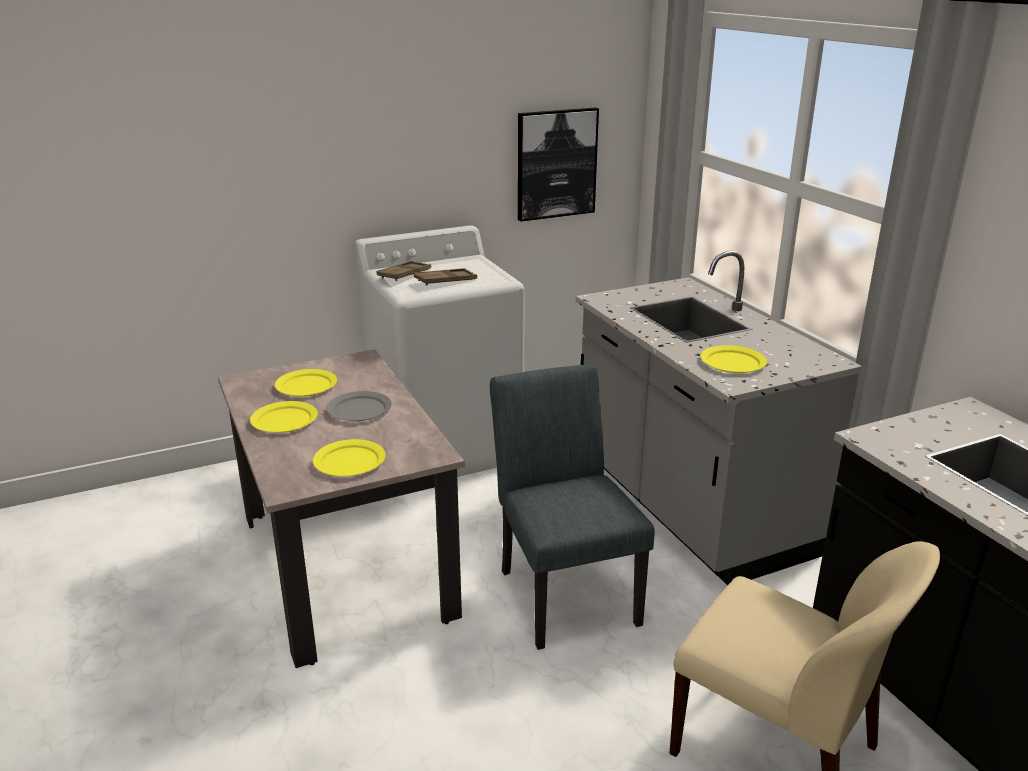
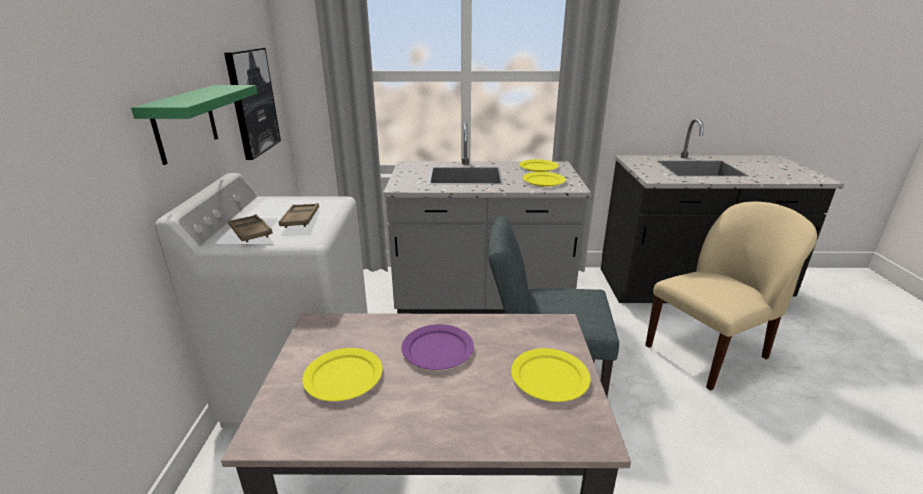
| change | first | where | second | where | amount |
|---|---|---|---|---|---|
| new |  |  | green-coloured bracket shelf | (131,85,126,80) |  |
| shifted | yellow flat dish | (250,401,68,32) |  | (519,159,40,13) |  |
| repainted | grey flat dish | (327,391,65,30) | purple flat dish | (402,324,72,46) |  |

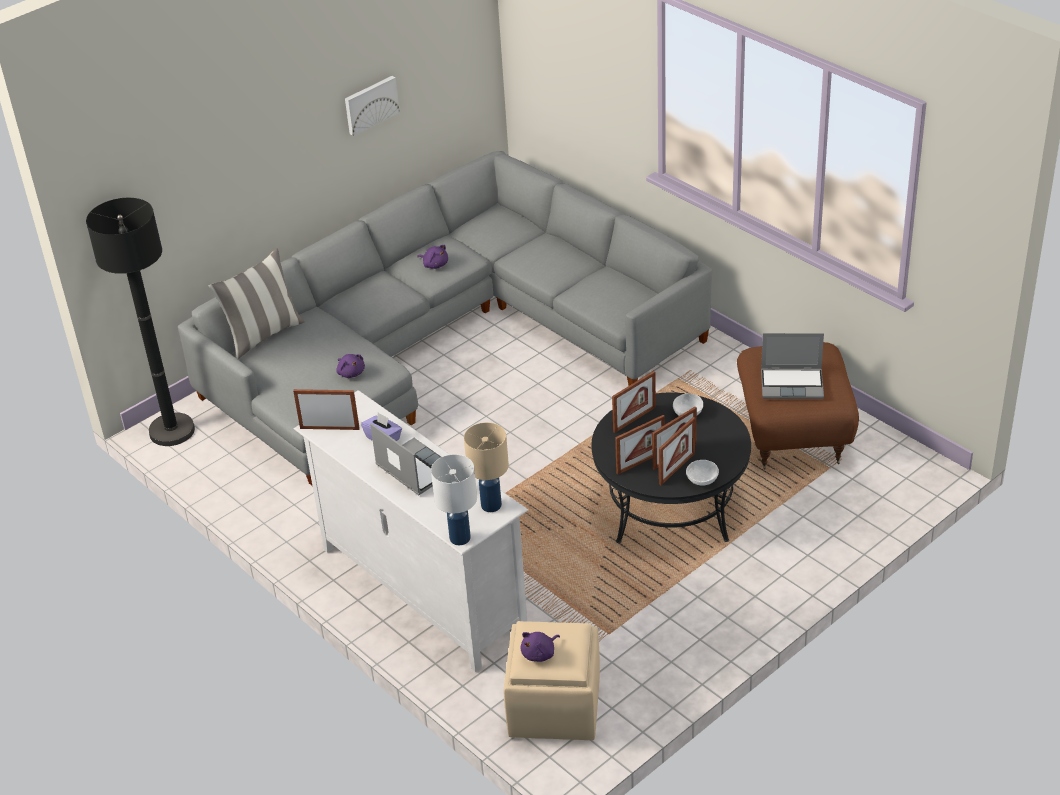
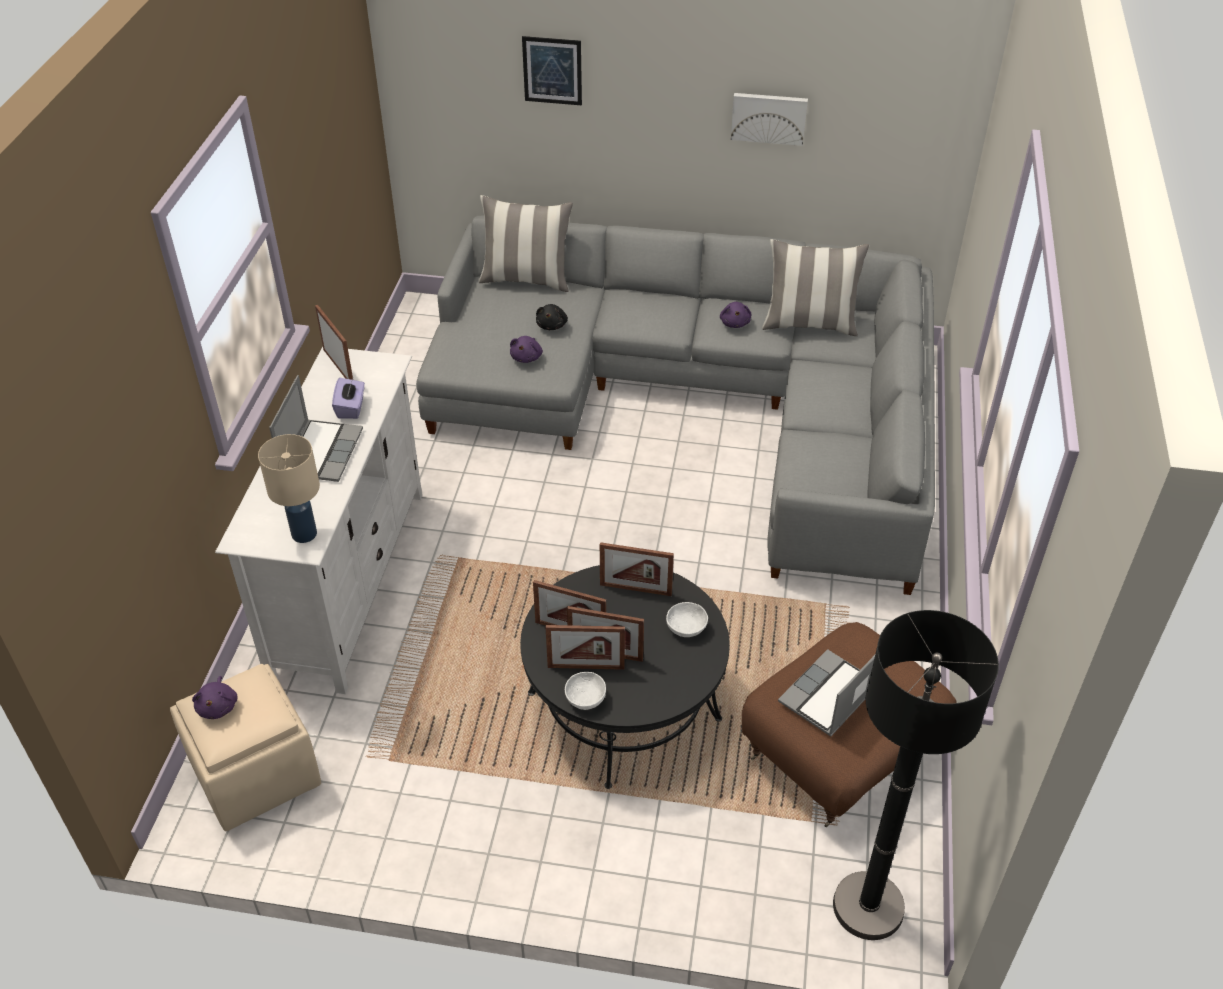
| change | first | where | second | where | amount |
|---|---|---|---|---|---|
| gone | whitish tabletop lamp | (431,454,46,91) |  |  |  |
| new |  |  | wall art | (522,36,60,69) |  |
| new |  |  | black soft toy | (536,304,32,26) |  |
| new |  |  | cushion | (762,239,107,97) |  |
| shifted | black floor lamp | (86,198,109,248) |  | (833,610,166,330) |  |
| rotated | purple soft toy | (520,632,40,30) |  | (192,676,46,43) | 105 degrees counterclockwise |
| rotated | notebook computer | (761,333,63,66) |  | (778,649,97,87) | 75 degrees clockwise |

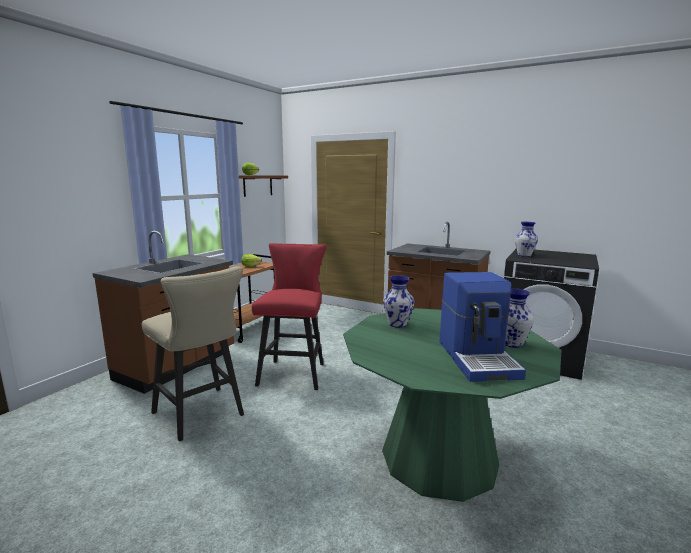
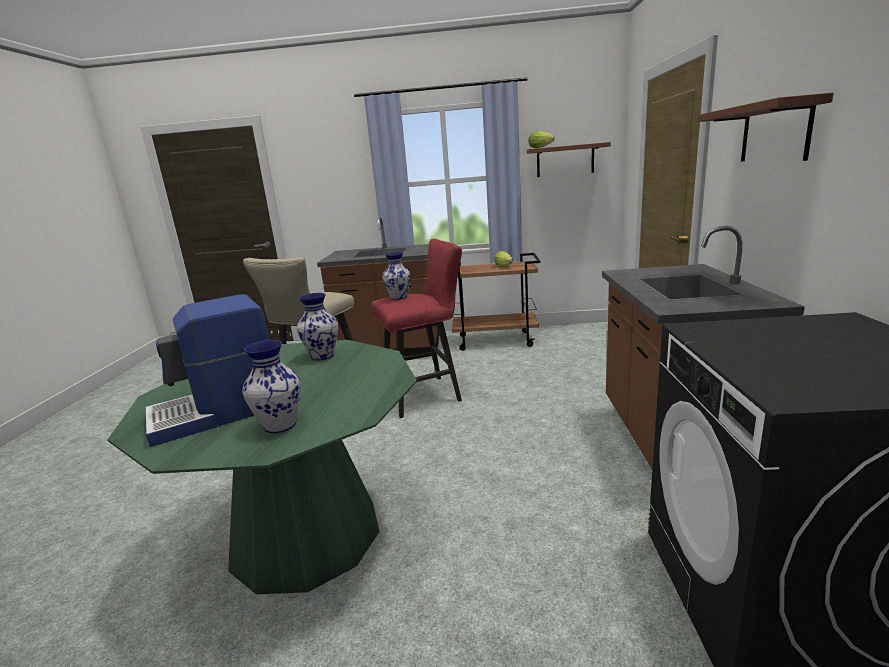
| change | first | where | second | where | amount |
|---|---|---|---|---|---|
| new |  |  | brown bracket shelf | (697,93,137,68) |  |
| shifted | decorative vase | (515,222,23,35) |  | (382,252,29,48) |  |

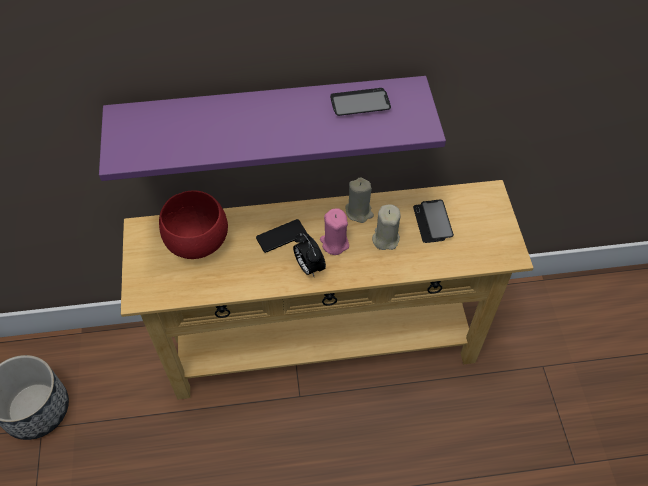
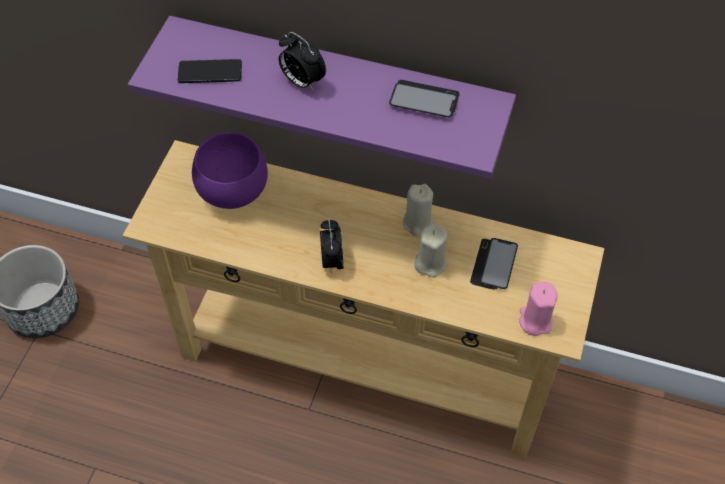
| change | first | where | second | where | amount |
|---|---|---|---|---|---|
| new |  |  | alarm clock | (279,32,47,59) |  |
| shifted | phone | (256,219,51,34) |  | (178,59,64,24) |  |
| shifted | pink wax candle | (320,208,29,47) |  | (519,282,38,54) |  |
| repainted | red bowl | (159,190,69,69) | purple bowl | (192,133,76,76) |  |

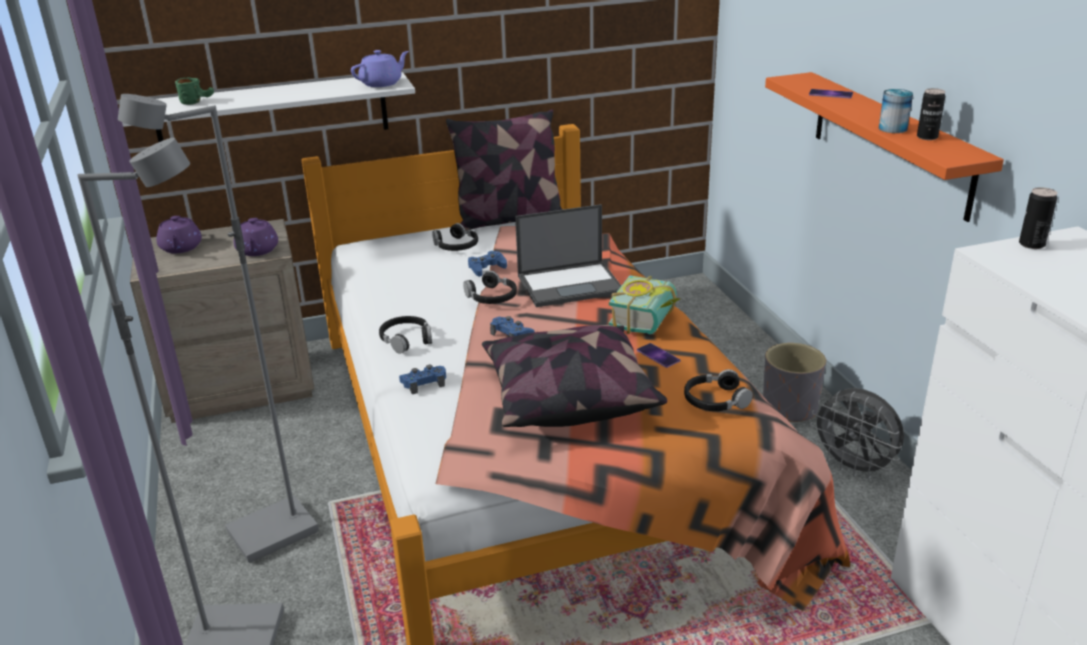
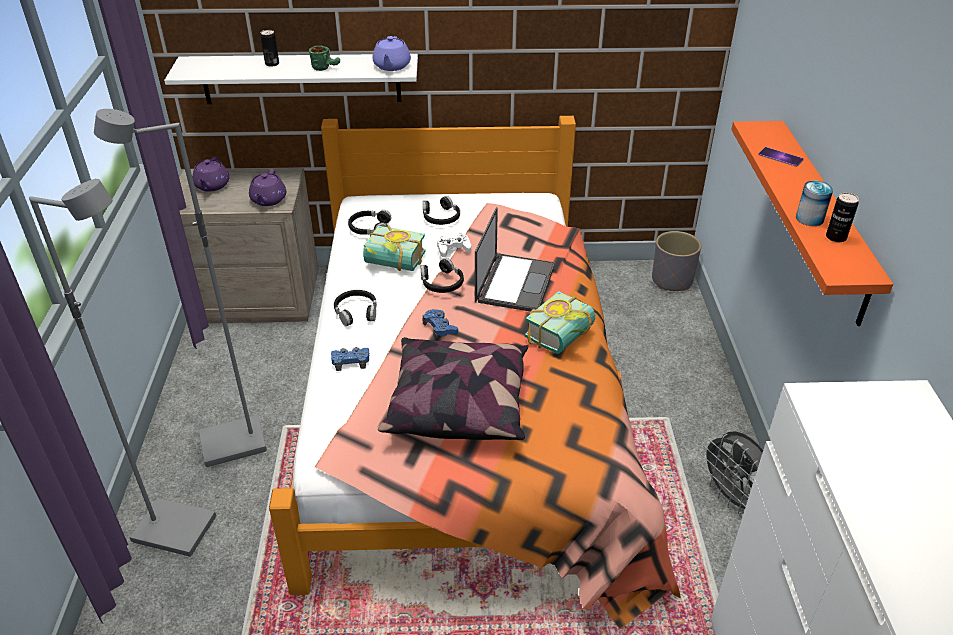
| change | first | where | second | where | amount |
|---|---|---|---|---|---|
| gone | cushion | (446,109,117,121) |  |  |  |
| gone | phone | (637,343,43,25) |  |  |  |
| new |  |  | book | (363,226,62,45) |  |
| shifted | green-coloured tea mug | (175,77,39,28) |  | (309,46,31,25) |  |
| shifted | black pair of headphones | (684,369,69,42) |  | (348,210,44,25) |  |
| shifted | grey flower pot | (763,343,63,79) |  | (652,231,49,60) |  |
| shifted | can | (1019,187,38,62) |  | (260,30,19,37) |  |
| repainted | blue-coloured joypad | (468,251,39,26) | whitish joypad | (437,233,34,24) |  |
| rotated | purple tea pot | (351,50,58,37) |  | (372,36,39,35) | 120 degrees clockwise |
| rotated | notebook computer | (515,204,106,103) |  | (475,207,80,105) | 75 degrees counterclockwise |

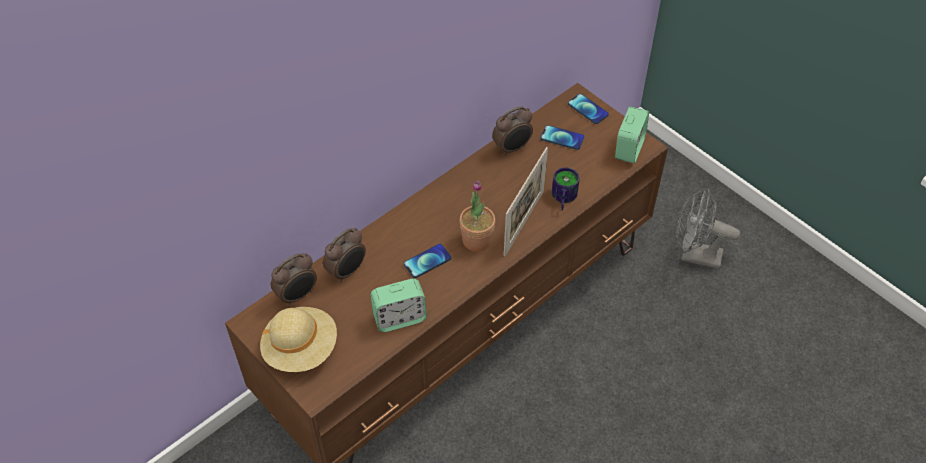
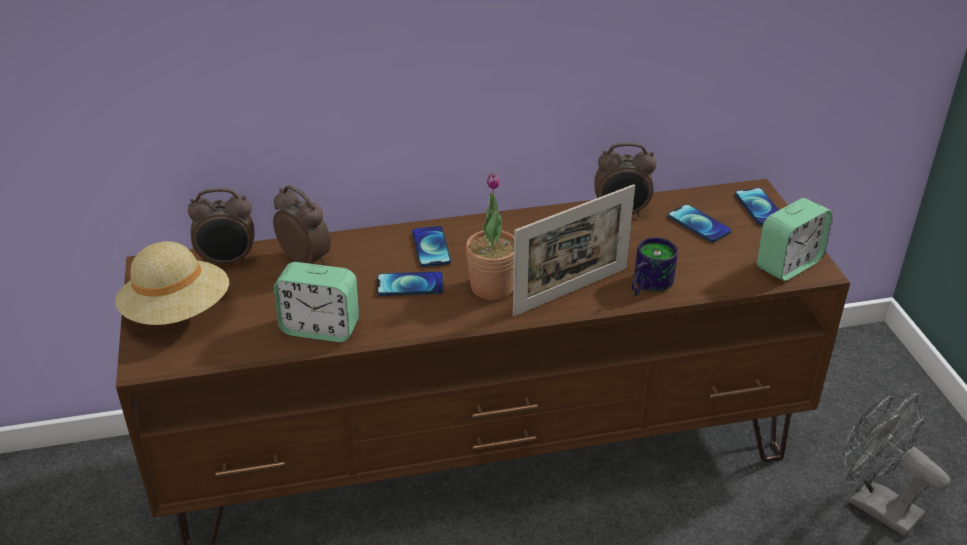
| change | first | where | second | where | amount |
|---|---|---|---|---|---|
| new |  |  | phone | (412,226,39,41) |  |
| rotated | alarm clock | (323,228,43,55) |  | (273,185,58,80) | 120 degrees counterclockwise |

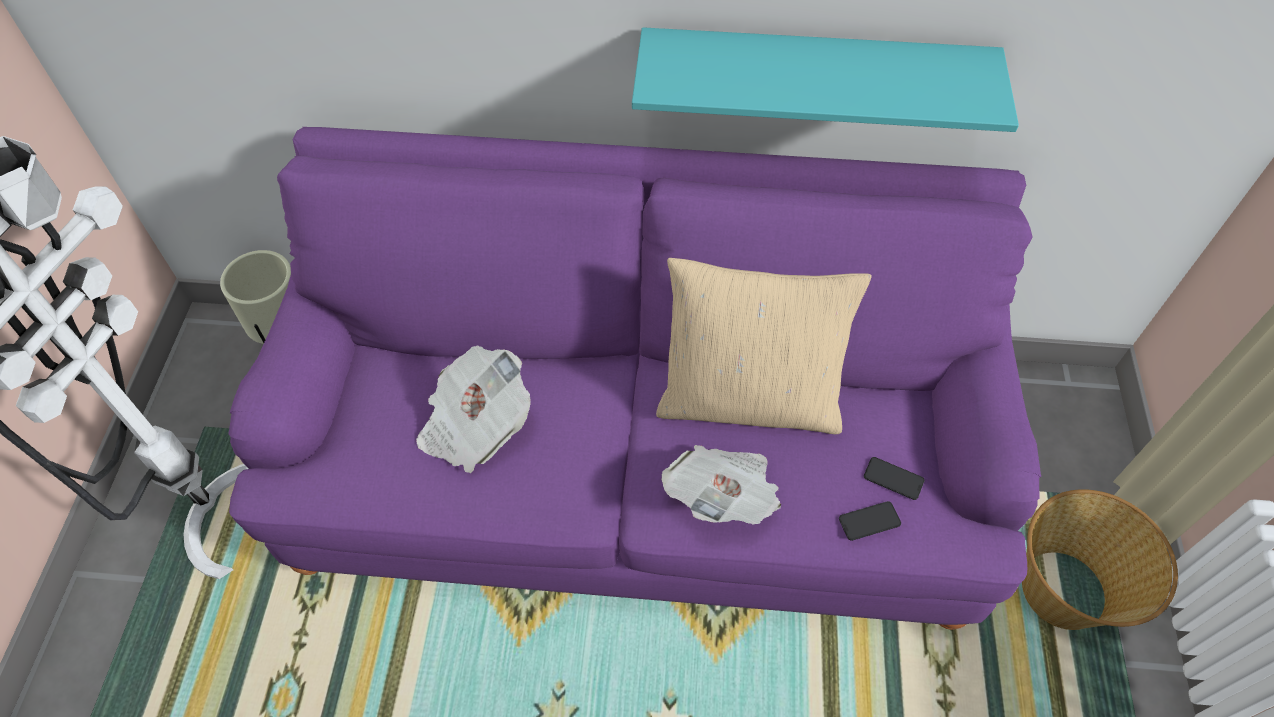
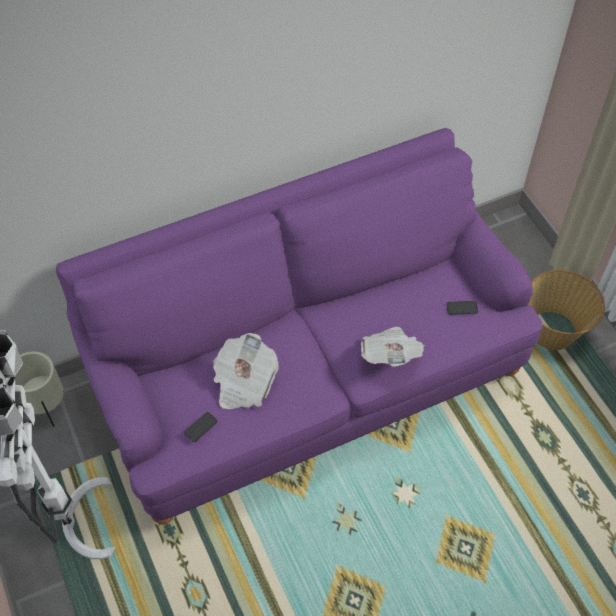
| change | first | where | second | where | amount |
|---|---|---|---|---|---|
| gone | turquoise bracket shelf | (632,27,387,105) |  |  |  |
| gone | beige-coloured cushion | (656,258,216,176) |  |  |  |
| shifted | phone | (839,501,62,40) |  | (184,412,34,30) |  |

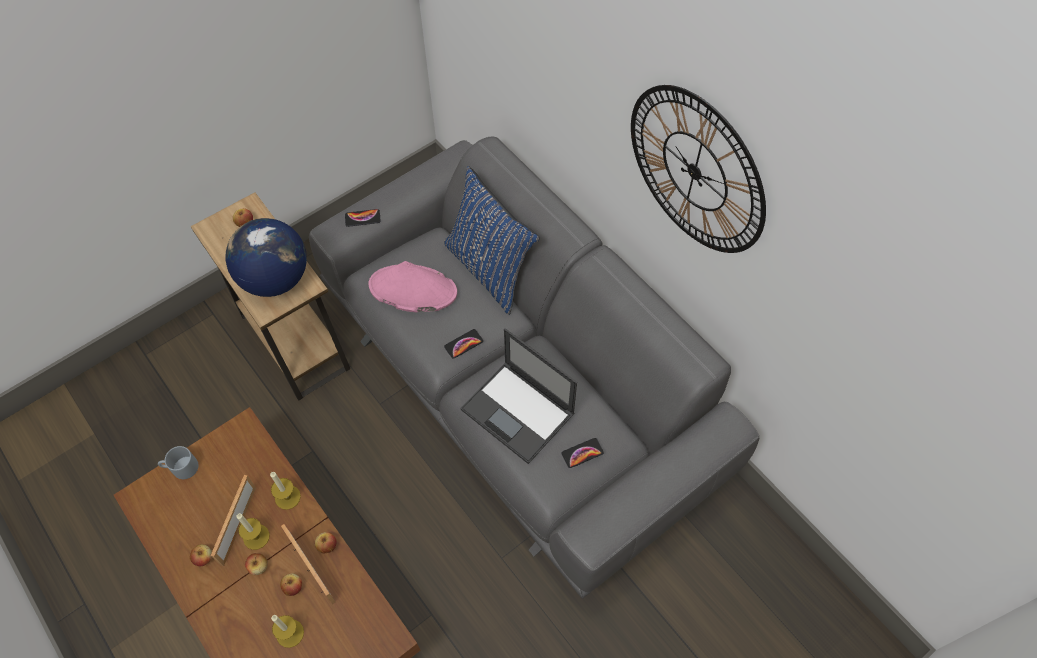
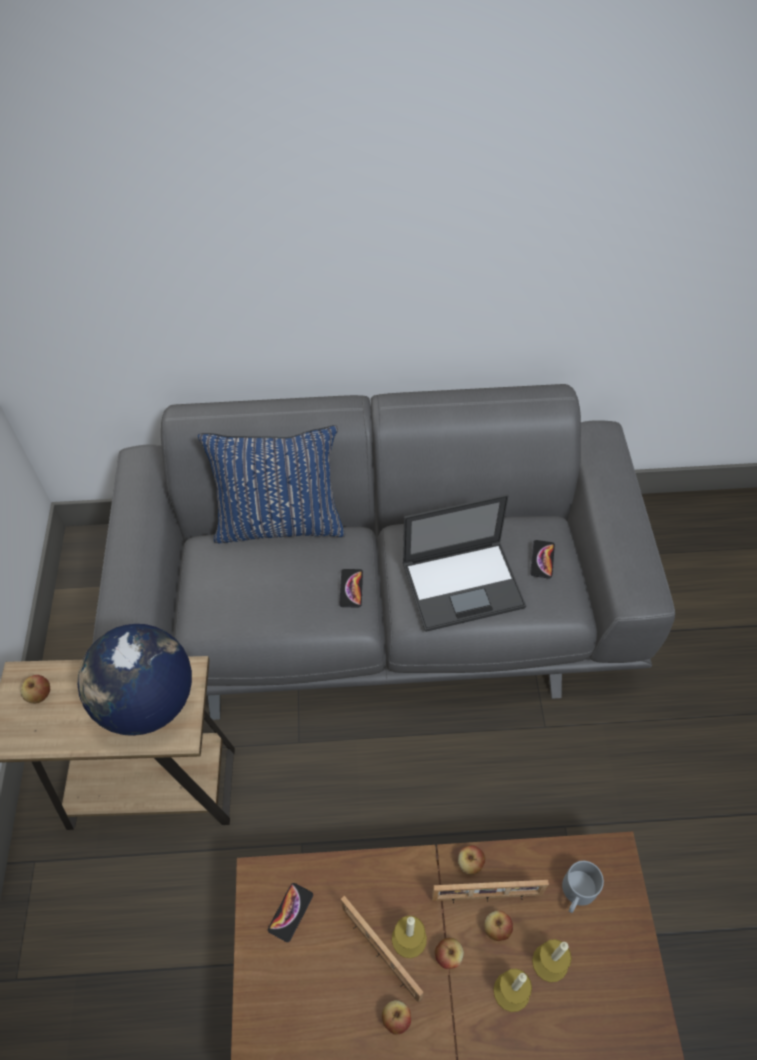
| change | first | where | second | where | amount |
|---|---|---|---|---|---|
| gone | pink wearable hat | (368,261,89,51) |  |  |  |
| gone | wall clock | (631,85,135,168) |  |  |  |
| shifted | grey tea mug | (158,446,40,33) |  | (562,861,42,52) |  |
| shifted | wax candle | (270,472,31,38) |  | (493,969,39,43) |  |
| shifted | phone | (345,209,36,18) |  | (268,883,45,59) |  |

